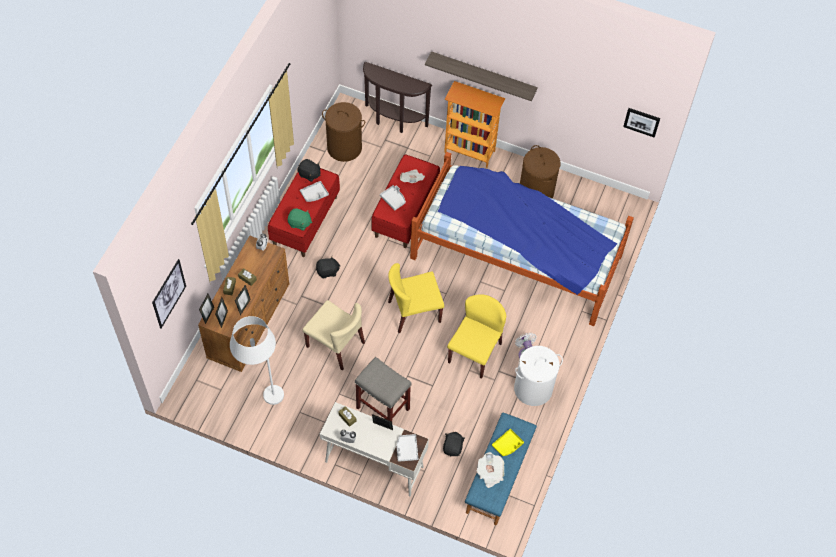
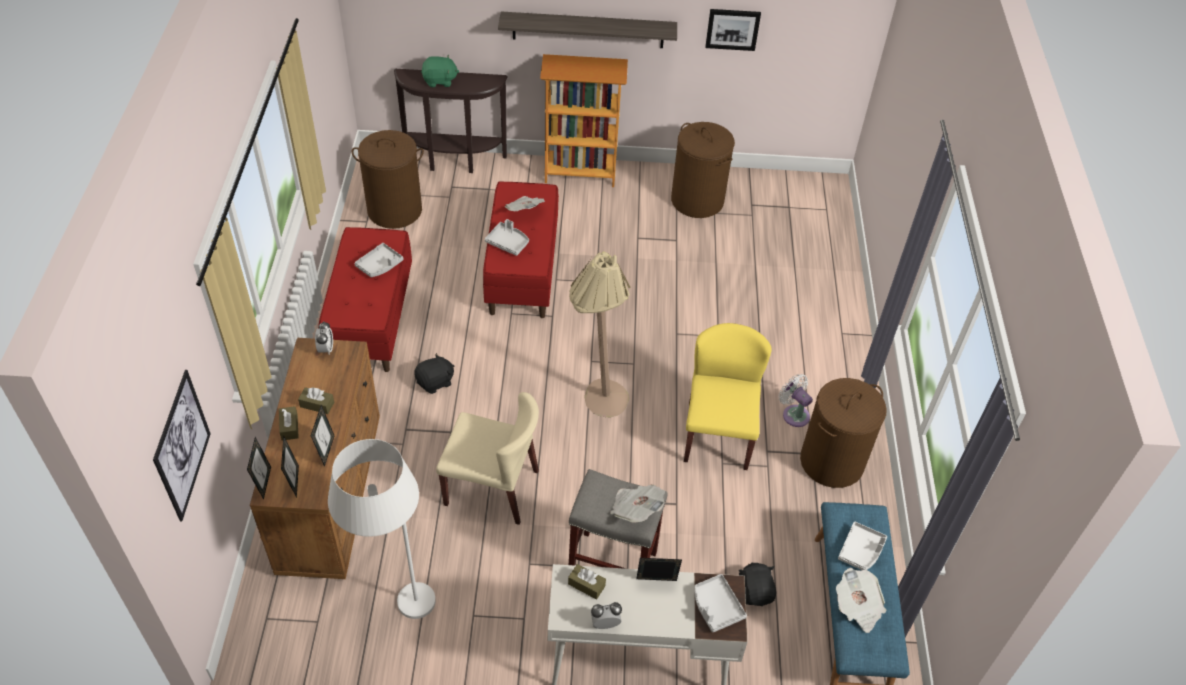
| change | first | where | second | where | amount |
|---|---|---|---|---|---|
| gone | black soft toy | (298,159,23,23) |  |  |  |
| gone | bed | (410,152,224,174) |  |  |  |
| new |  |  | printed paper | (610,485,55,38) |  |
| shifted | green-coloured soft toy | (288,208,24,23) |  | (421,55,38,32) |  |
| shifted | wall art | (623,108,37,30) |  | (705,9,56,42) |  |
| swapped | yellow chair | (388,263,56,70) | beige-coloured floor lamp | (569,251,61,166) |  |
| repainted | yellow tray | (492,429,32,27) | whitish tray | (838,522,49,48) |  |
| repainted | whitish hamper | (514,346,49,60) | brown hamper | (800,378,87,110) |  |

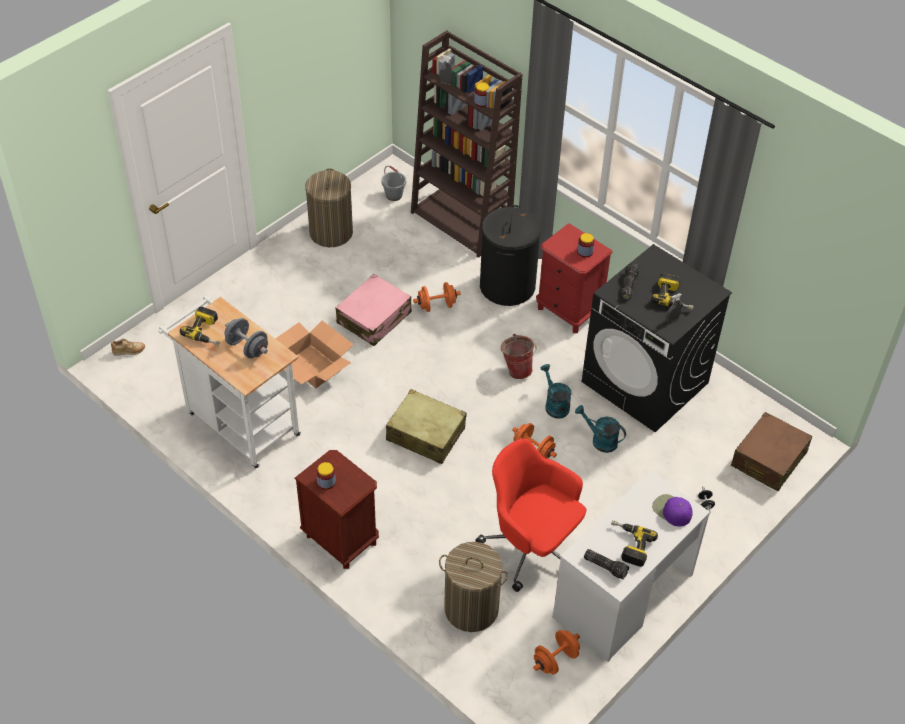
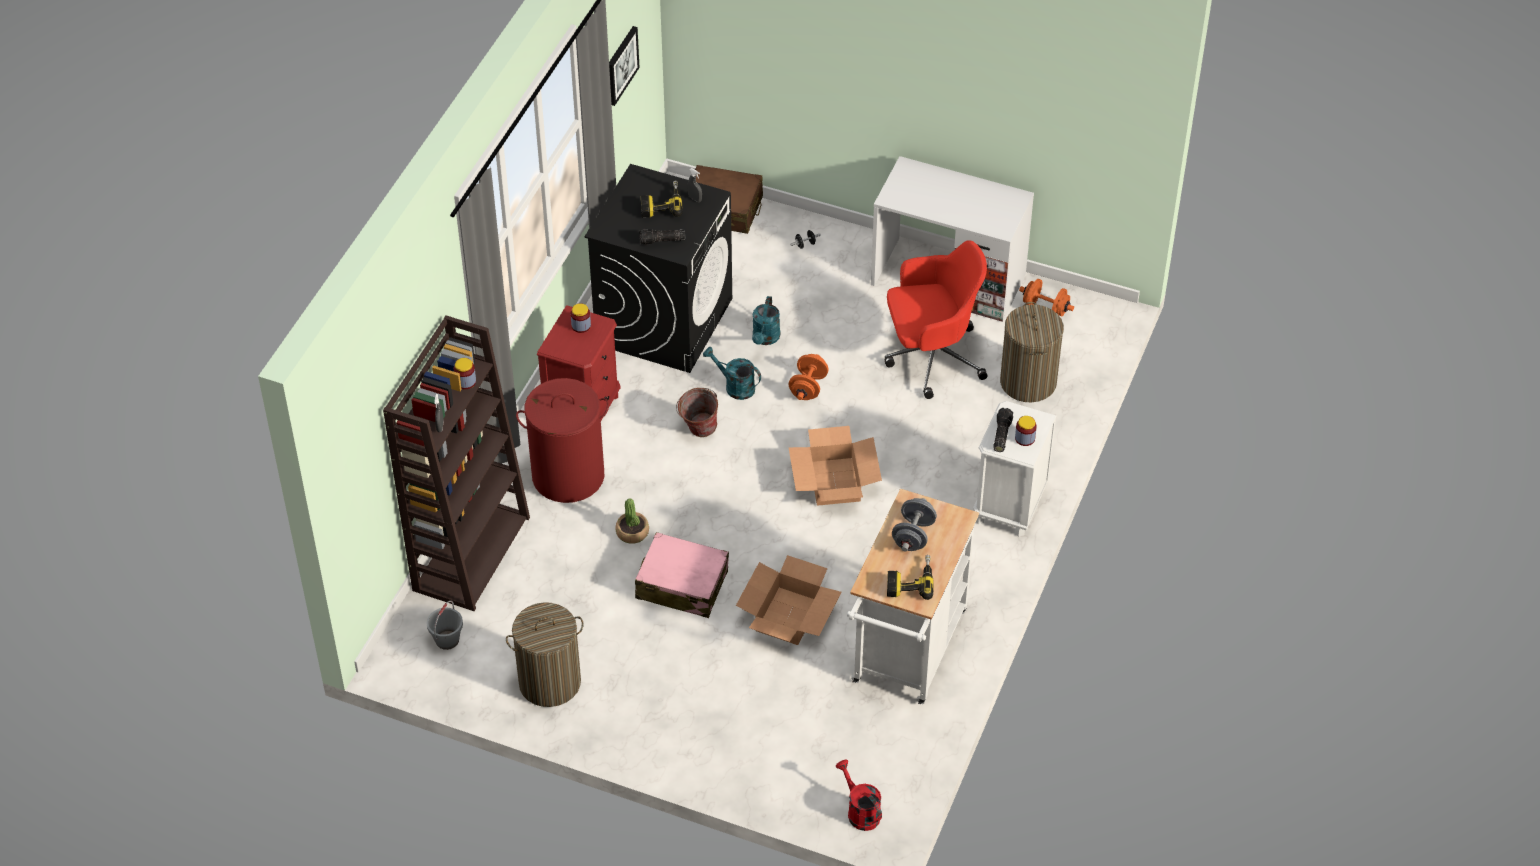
| change | first | where | second | where | amount |
|---|---|---|---|---|---|
| gone | electric drill | (611,520,47,47) |  |  |  |
| gone | purple peaked cap | (652,494,41,32) |  |  |  |
| new |  |  | wall art | (609,26,31,80) |  |
| shifted | flashlight | (584,549,45,30) |  | (993,408,20,44) |  |
| swapped | beige-coloured low shoe | (111,339,34,17) | red sprinkling can | (836,760,46,71) |  |
| swapped | beige-coloured travel case | (386,389,81,75) | cardboard box | (788,426,94,80) |  |
| swapped | orangey dumbbell | (413,282,48,30) | plant in a pot | (615,498,34,46) |  |
| repainted | brown bedside table | (294,450,85,119) | whitish bedside table | (973,401,84,136) |  |
| repainted | black hamper | (480,205,61,101) | red hamper | (516,378,93,125) |  |
| rotated | red office chair | (475,438,111,154) |  | (885,240,102,159) | 120 degrees counterclockwise |
| rotated | turquoise sprinkling can | (540,364,31,54) |  | (703,347,58,53) | 75 degrees clockwise |

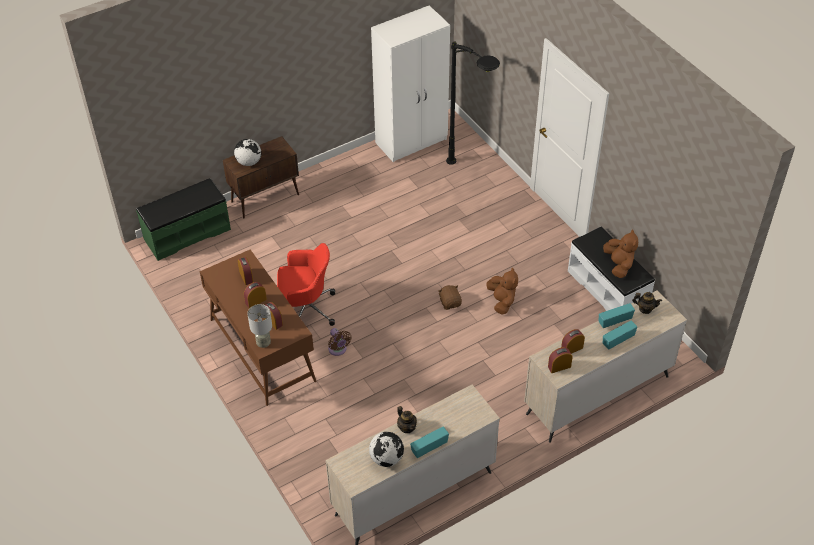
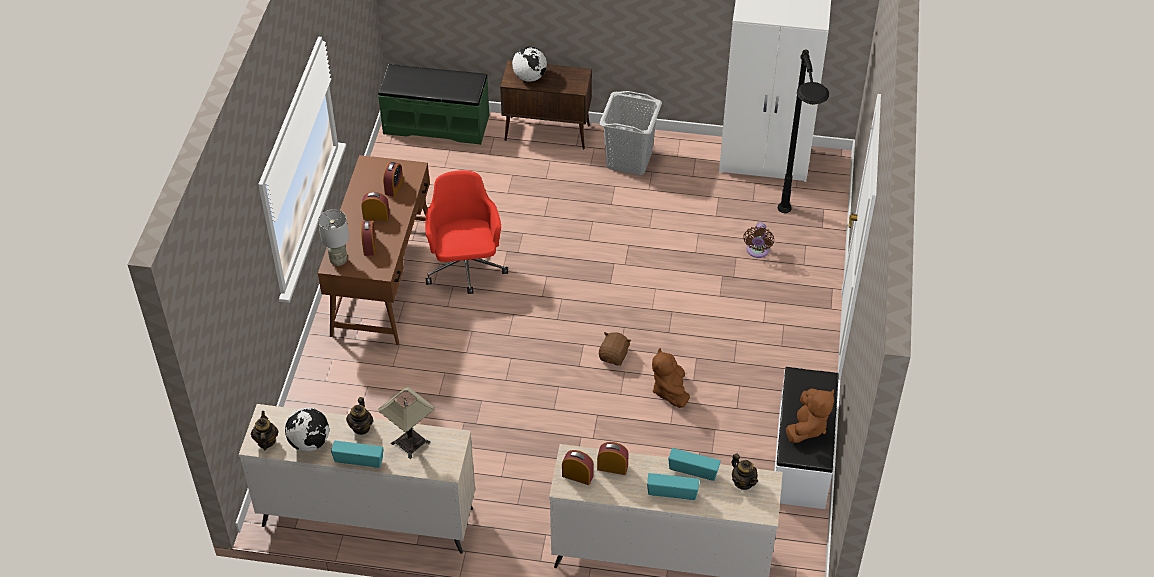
| change | first | where | second | where | amount |
|---|---|---|---|---|---|
| new |  |  | tea pot | (251,411,27,40) |  |
| new |  |  | tabletop lamp | (378,387,57,72) |  |
| new |  |  | grey hamper | (600,91,62,84) |  |
| shifted | brown electric fan | (328,328,24,28) |  | (743,223,31,35) |  |
| rotated | red office chair | (277,243,58,83) |  | (425,170,83,124) | 135 degrees counterclockwise |
| rotated | brown soft toy | (487,267,31,48) |  | (652,348,38,60) | 150 degrees clockwise |

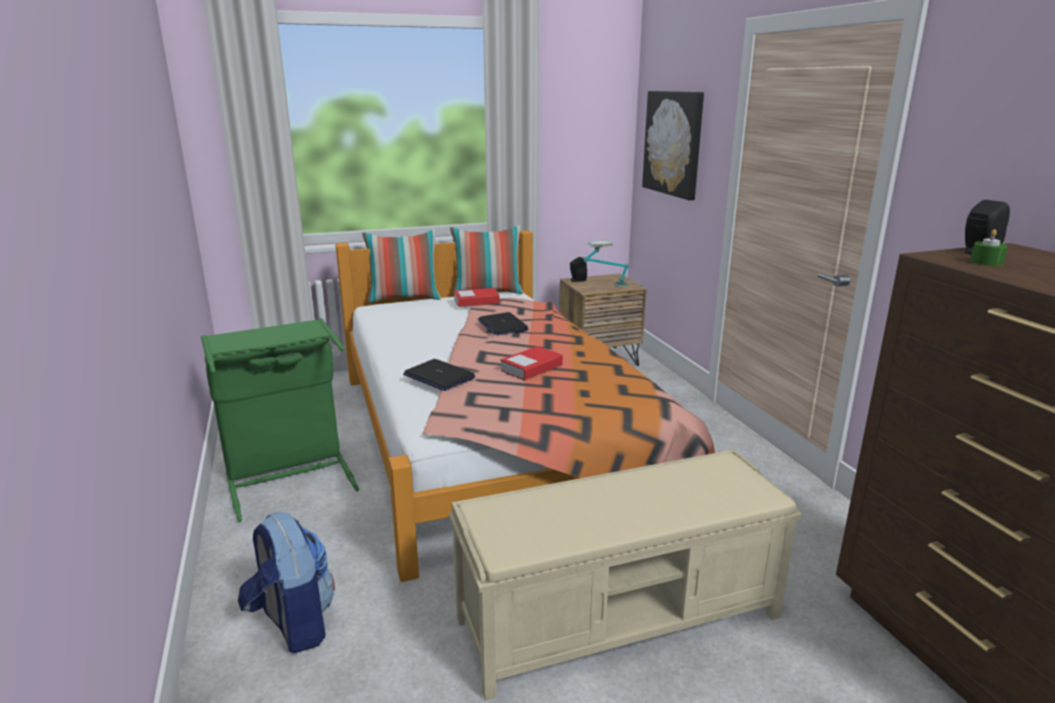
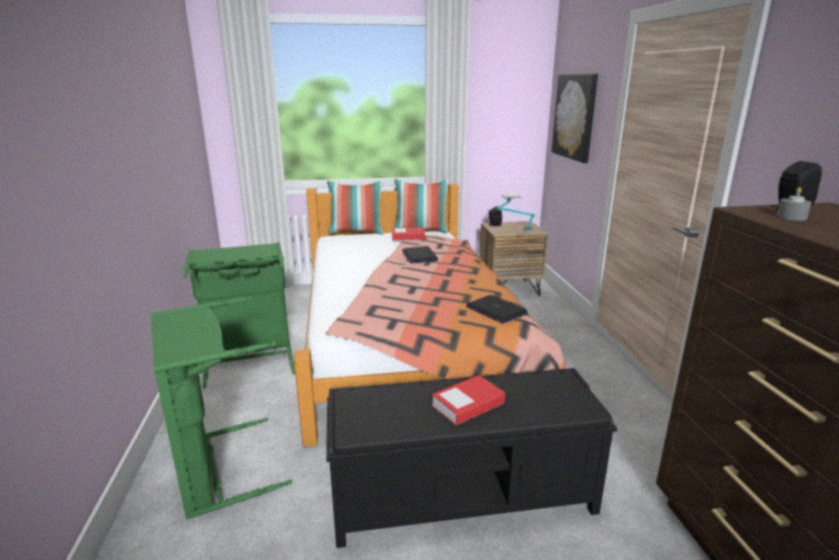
| change | first | where | second | where | amount |
|---|---|---|---|---|---|
| shifted | notebook computer | (403,359,72,32) |  | (466,295,61,29) |  |
| shifted | book | (500,346,63,34) |  | (432,375,73,50) |  |
| swapped | knapsack | (238,512,97,141) | green-coloured hamper | (151,297,141,223) |  |
| repainted | beige-coloured indoor bench | (449,449,353,251) | black indoor bench | (326,368,291,180) |  |
| repainted | green-coloured wax candle | (970,229,37,37) | grey wax candle | (777,187,35,34) |  |

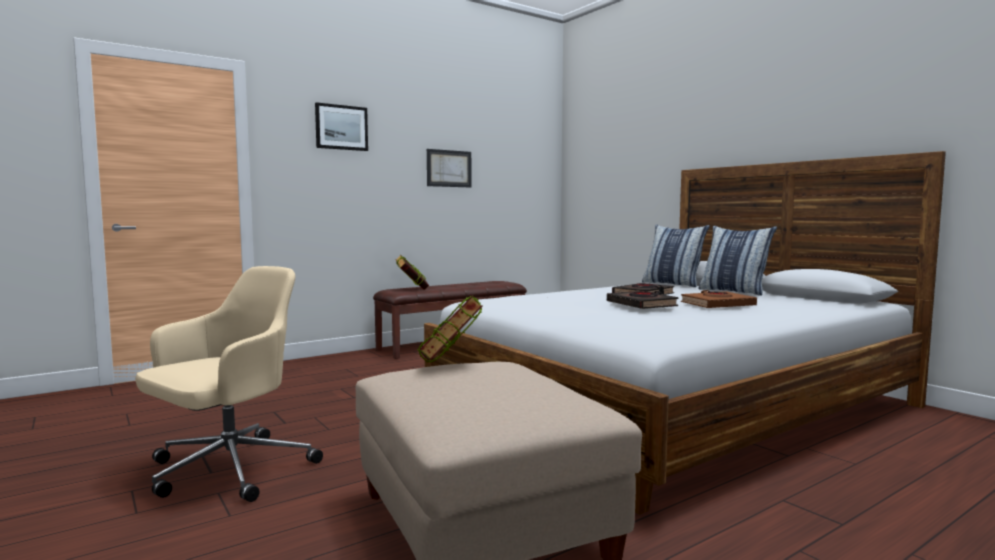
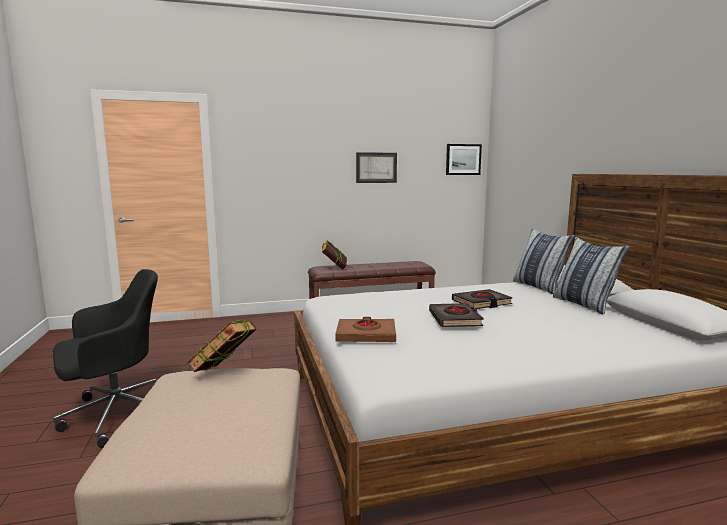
| change | first | where | second | where | amount |
|---|---|---|---|---|---|
| shifted | wall art | (315,102,53,49) |  | (446,144,36,31) |  |
| shifted | brown book | (681,290,76,18) |  | (335,317,61,25) |  |
| repainted | beige-coloured office chair | (135,266,188,236) | black office chair | (53,269,105,179) |  |

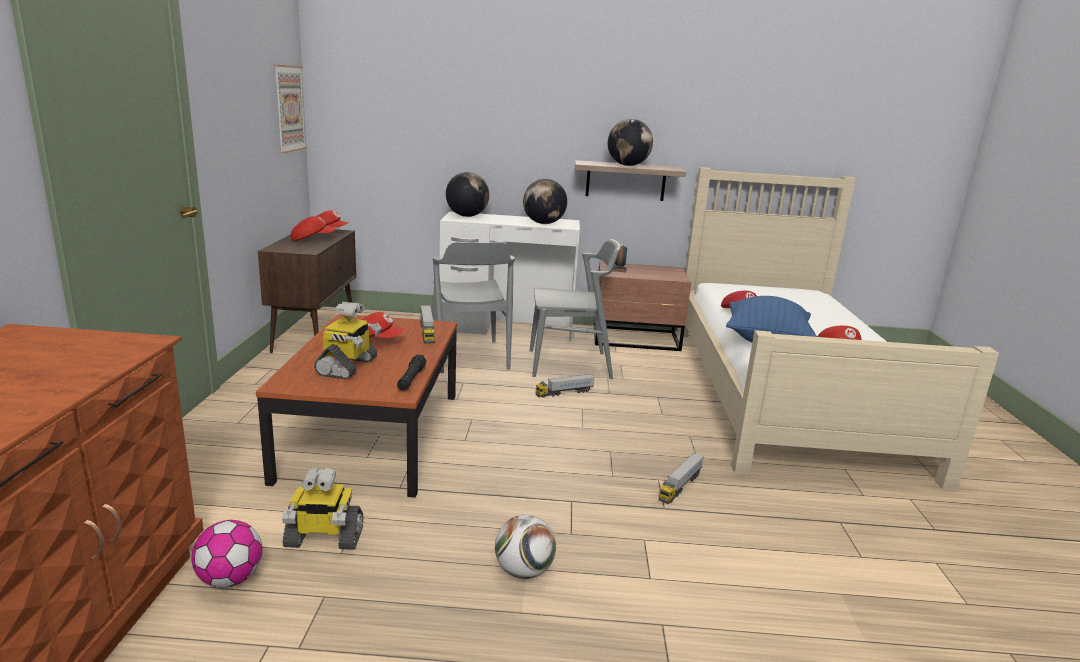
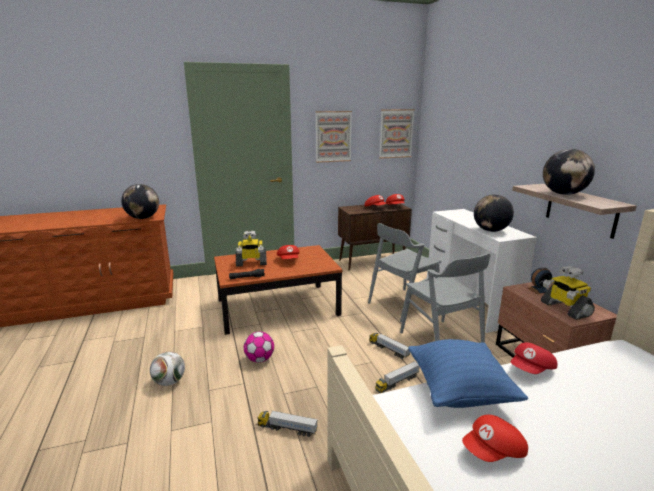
| change | first | where | second | where | amount |
|---|---|---|---|---|---|
| new |  |  | wall art | (315,111,37,52) |  |
| shifted | football | (192,520,70,68) |  | (244,331,30,32) |  |
| shifted | robot figure | (282,467,82,83) |  | (541,266,54,54) |  |
| shifted | toy lorry | (420,305,15,39) |  | (375,361,45,32) |  |
| shifted | desk globe | (446,172,43,45) |  | (121,184,38,35) |  |

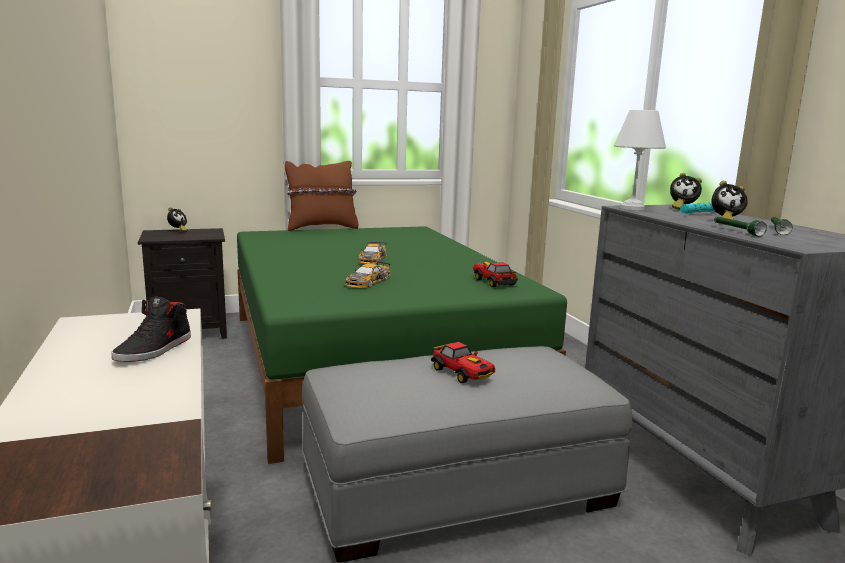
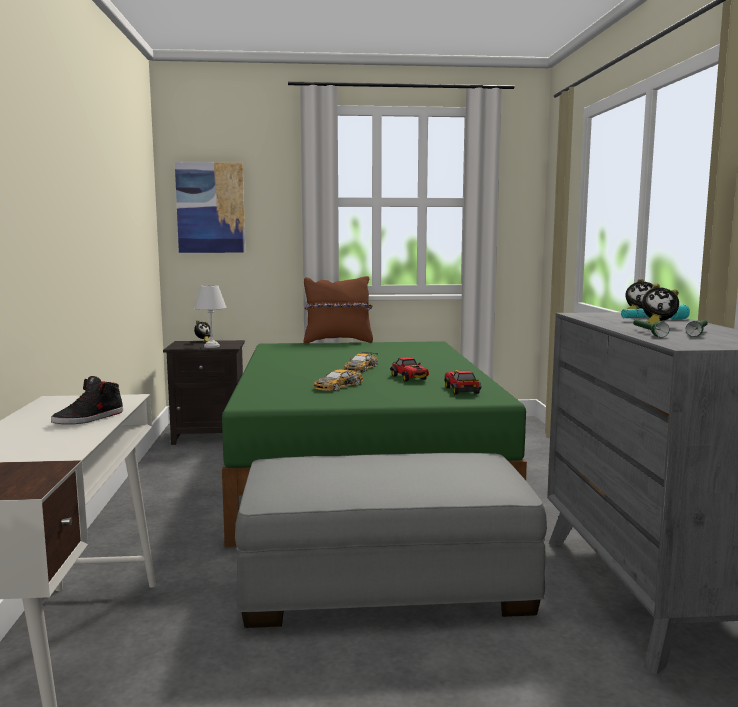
| change | first | where | second | where | amount |
|---|---|---|---|---|---|
| new |  |  | wall art | (175,162,70,91) |  |
| shifted | model car | (431,342,64,41) |  | (390,357,39,25) |  |
| shifted | whitish tabletop lamp | (614,110,52,100) |  | (194,285,32,63) |  |

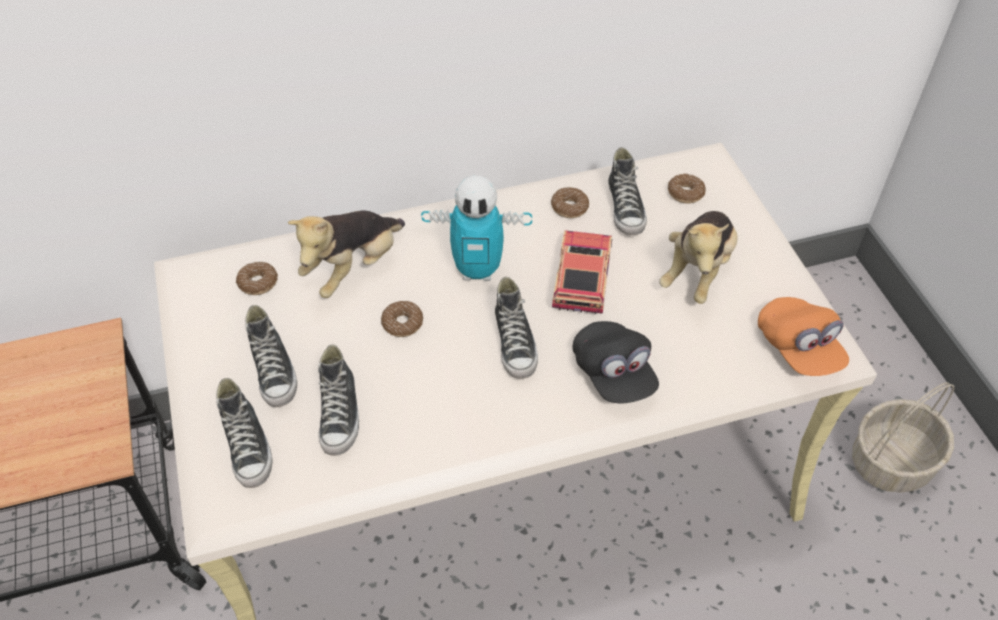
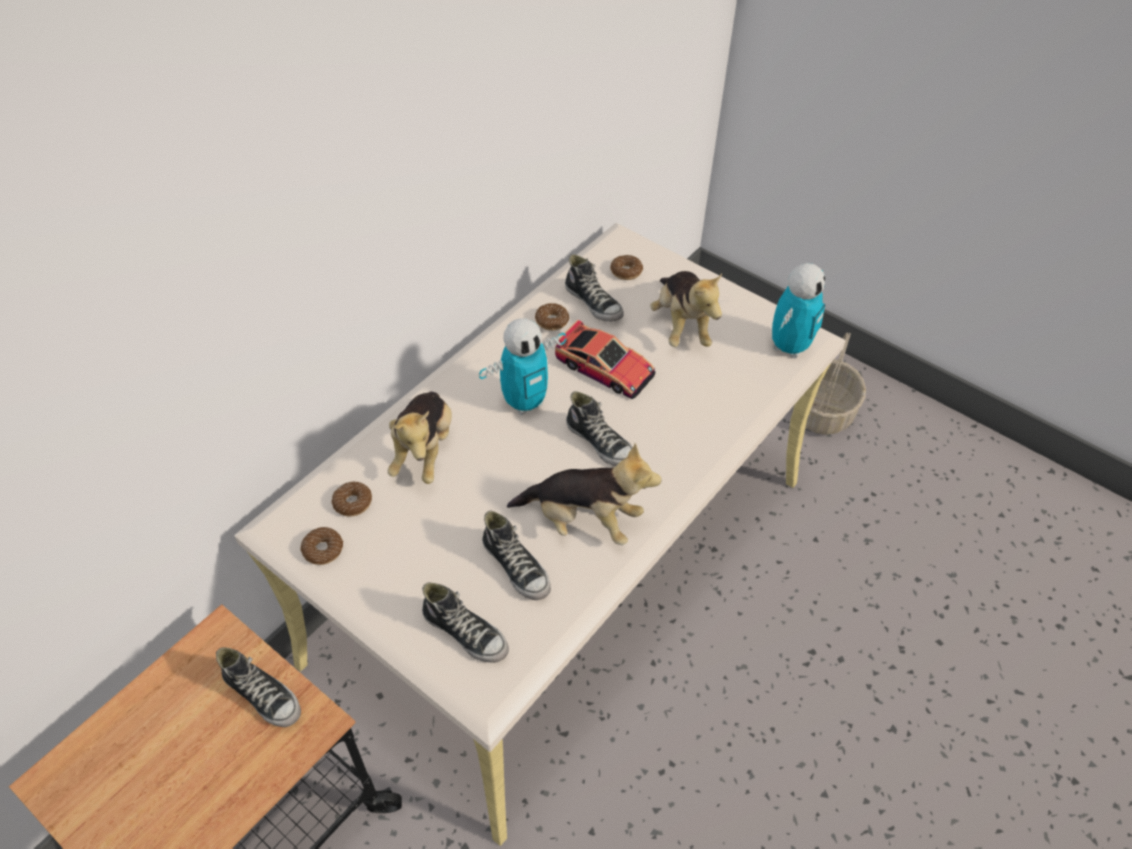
| change | first | where | second | where | amount |
|---|---|---|---|---|---|
| gone | black peaked cap | (573,321,86,82) |  |  |  |
| new |  |  | soft toy | (507,443,155,102) |  |
| shifted | low shoe | (246,305,51,102) |  | (216,647,85,80) |  |
| shifted | doughnut | (381,301,42,36) |  | (300,527,43,38) |  |
| swapped | orangey peaked cap | (758,297,91,79) | robot figure | (772,263,53,95) |  |
| rotated | model car | (552,230,60,85) |  | (555,320,101,79) | 150 degrees clockwise |

